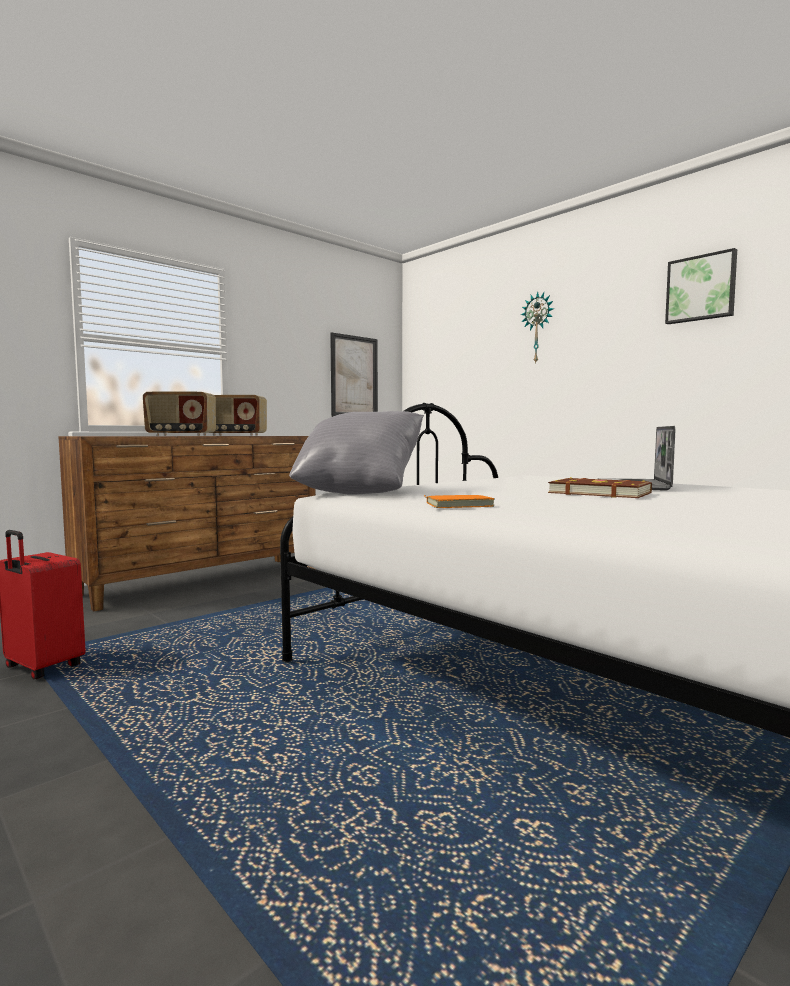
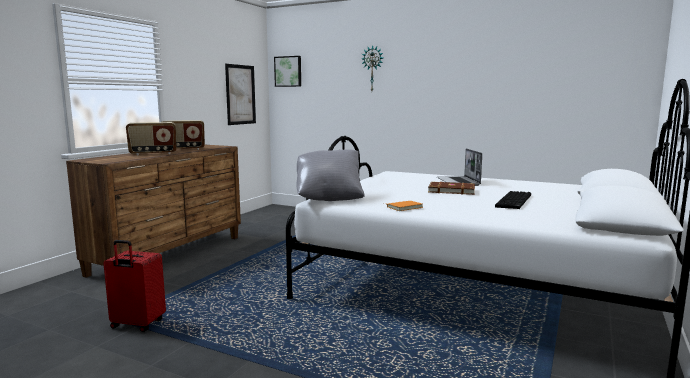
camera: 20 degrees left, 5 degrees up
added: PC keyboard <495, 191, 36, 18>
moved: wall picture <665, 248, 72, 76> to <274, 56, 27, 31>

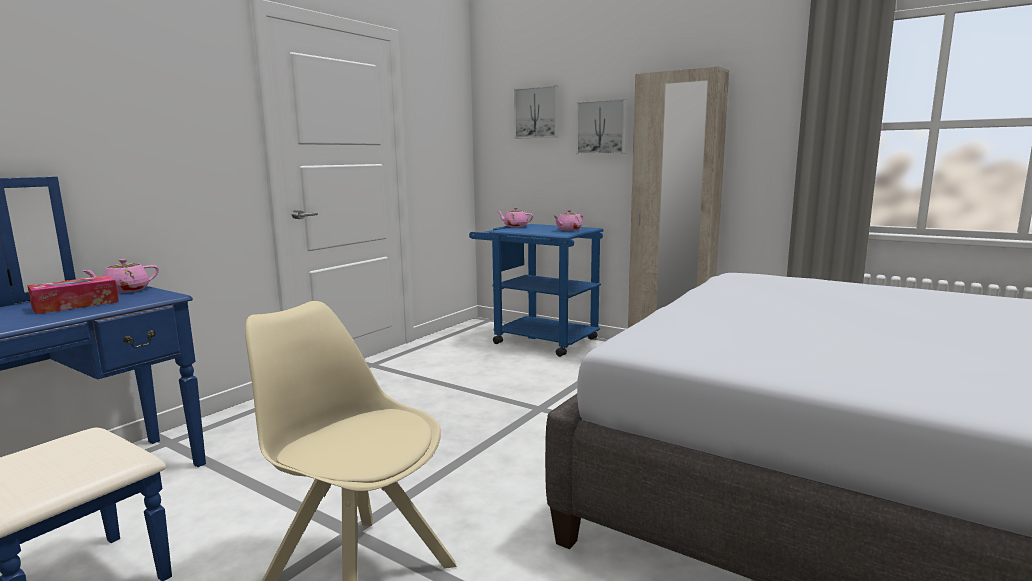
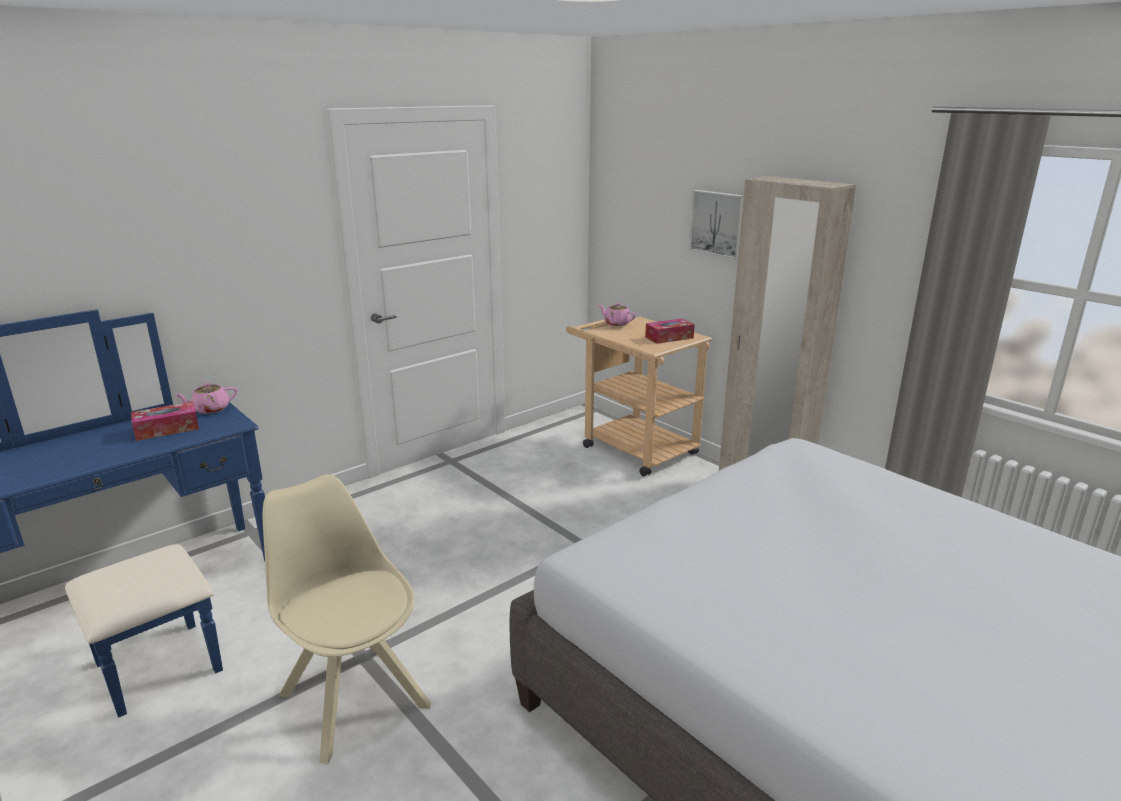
camera: 15 degrees right, 10 degrees up
removed: wall picture <514, 85, 45, 54>
replaced: pot for tea in pink <554, 210, 29, 21> to tissue holder <645, 318, 50, 26>
recoloured: cart in bluish <469, 224, 134, 133> to cart in beige <566, 317, 146, 159>

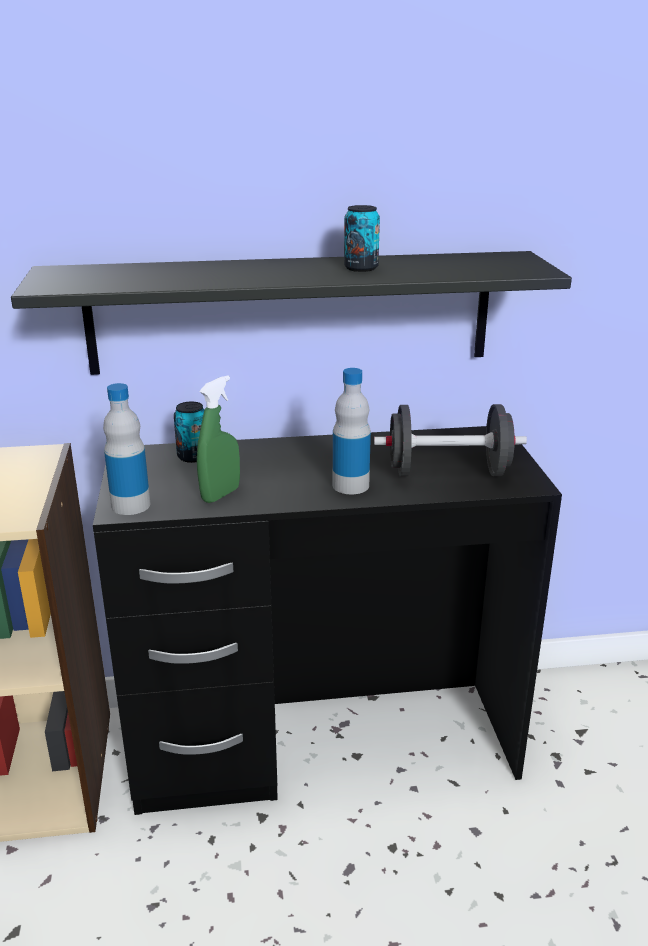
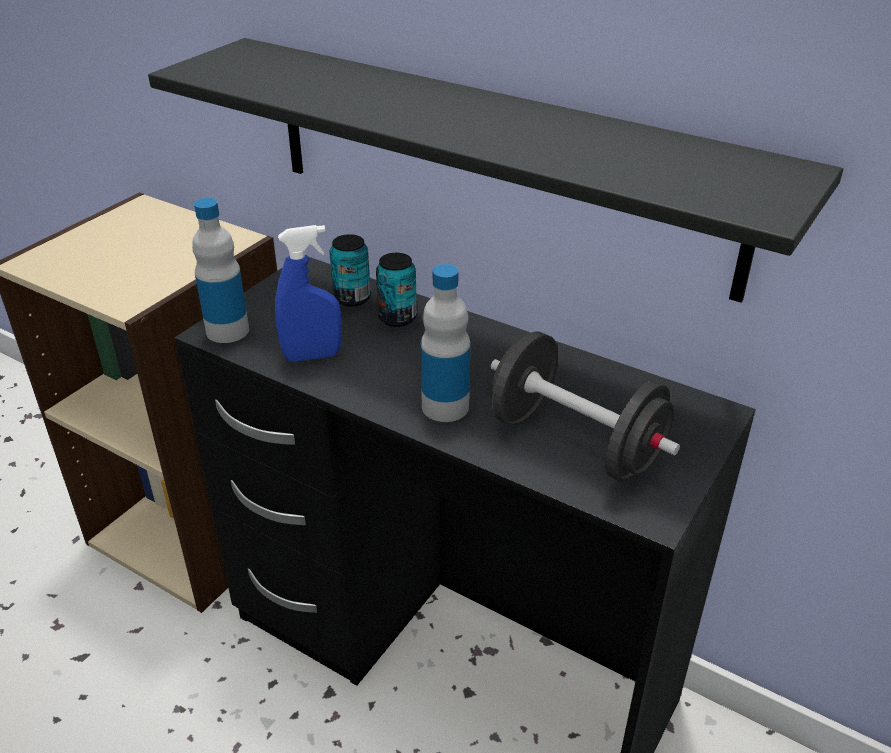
camera: 40 degrees right, 10 degrees up
moved: sealed can <344, 205, 36, 67> to <376, 253, 41, 74>
recoloured: hand sprayer in green-coloured <197, 375, 43, 128> to hand sprayer in bluish <275, 225, 67, 137>

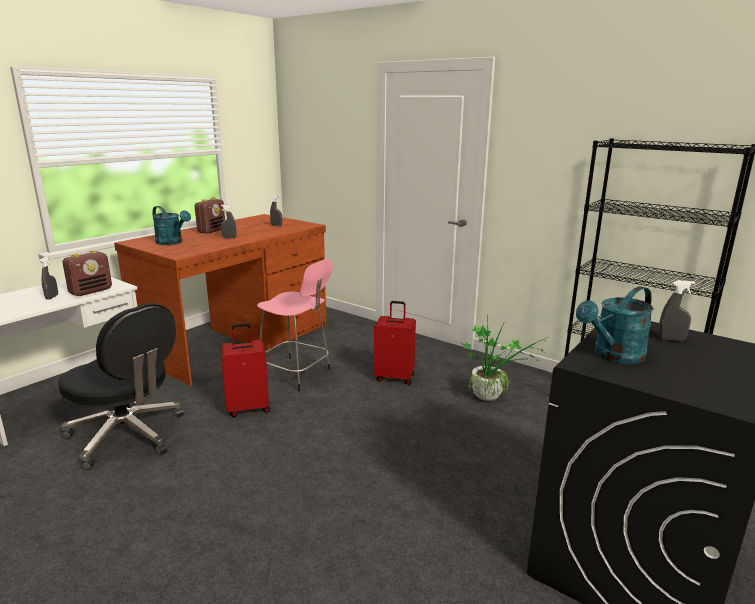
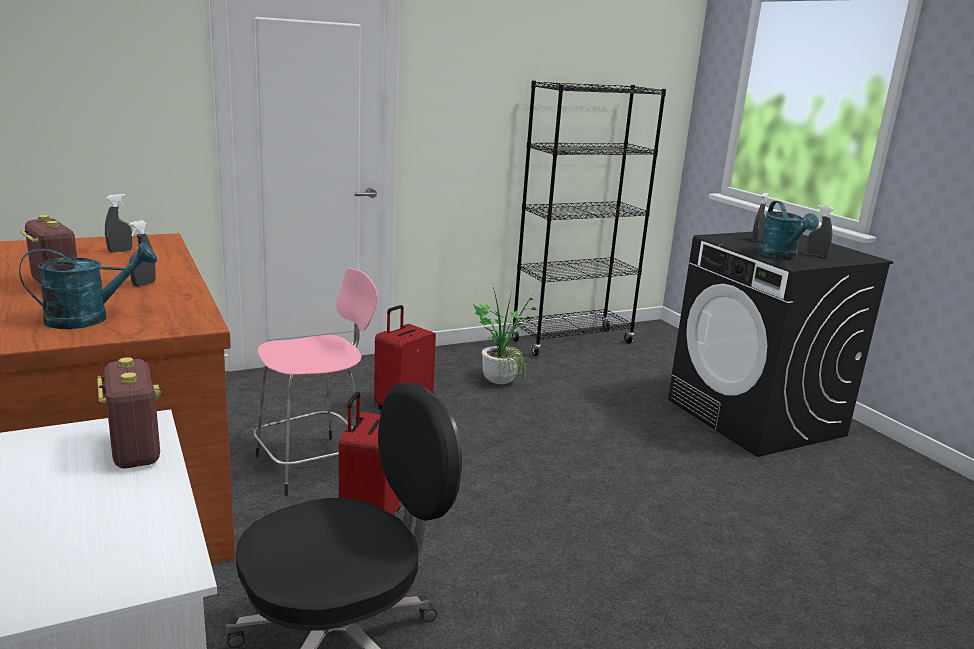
camera: 65 degrees left, 0 degrees up
moved: hand sprayer in greyish <40, 256, 18, 44> to <806, 205, 28, 52>

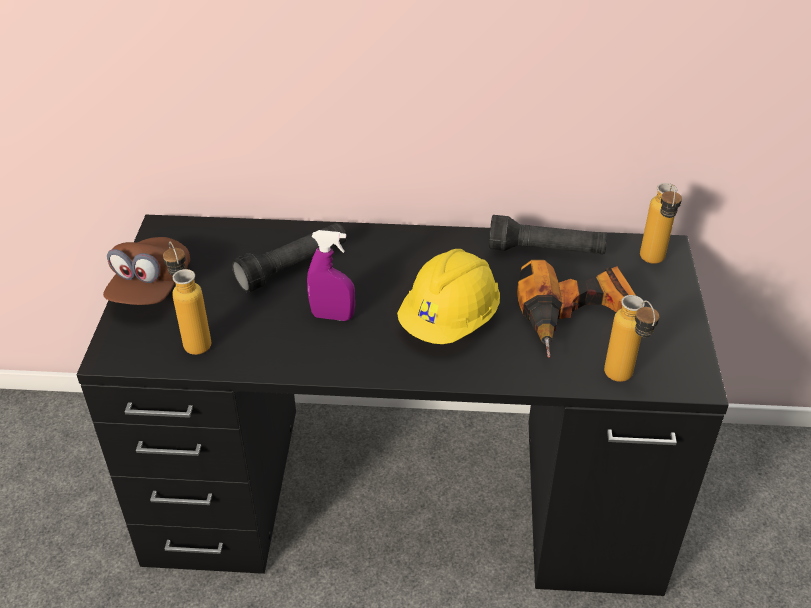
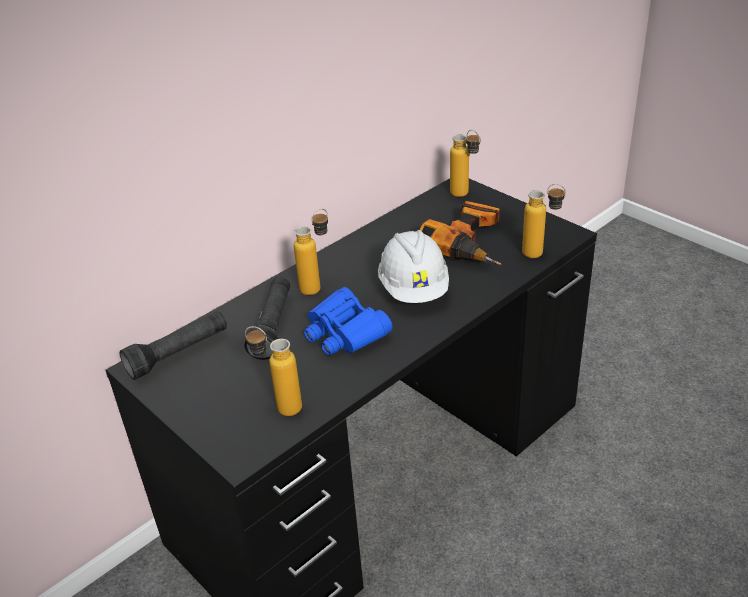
camera: 45 degrees left, 5 degrees down
removed: cap in brownish <103, 237, 87, 68>
added: drink bottle <294, 209, 34, 86>
moved: flashlight in black <489, 215, 118, 39> to <119, 312, 108, 68>
replaced: hand sprayer in purple-coloured <307, 230, 48, 91> to binoculars in bluish <304, 287, 89, 69>
recoloured: safety helmet in yellow-coloured <397, 249, 103, 95> to safety helmet in whitish <378, 230, 71, 73>

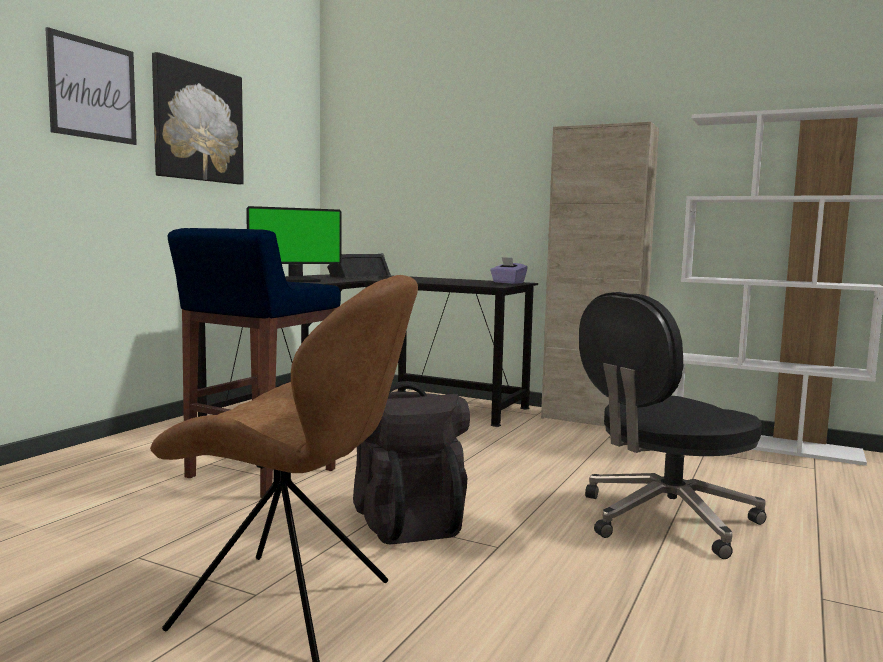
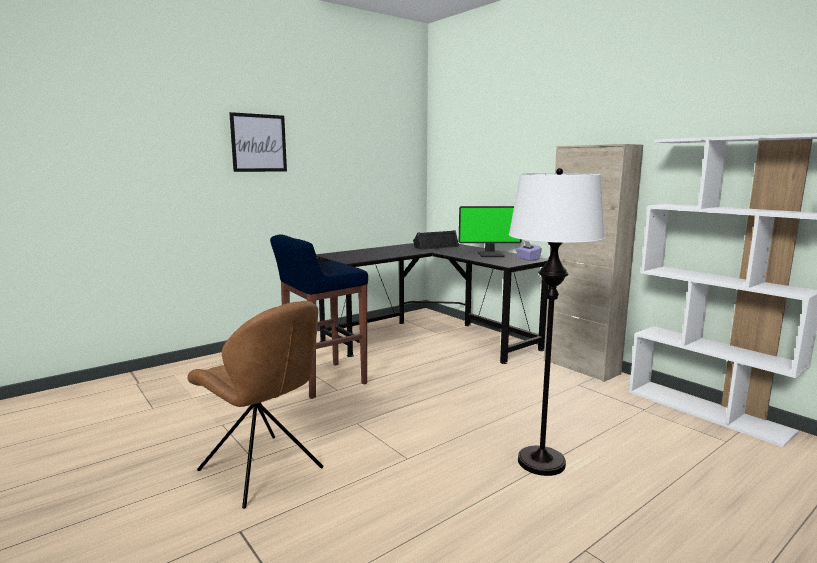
camera: 25 degrees right, 5 degrees up
removed: wall picture <152, 52, 92, 132>; knapsack in black <353, 381, 117, 163>
moved: monitor <246, 206, 96, 76> to <459, 206, 63, 51>
replaced: office chair in black <579, 292, 187, 267> to floor lamp in whitish <509, 168, 96, 308>

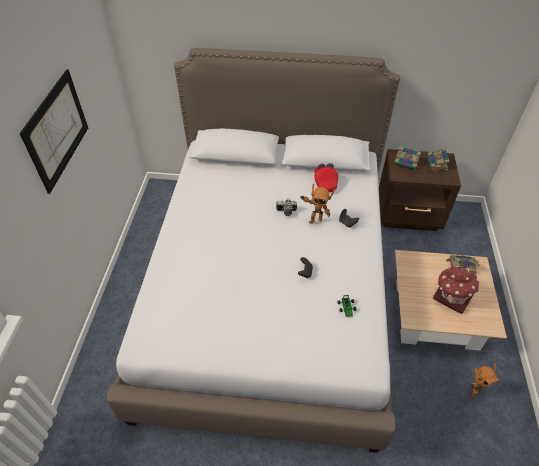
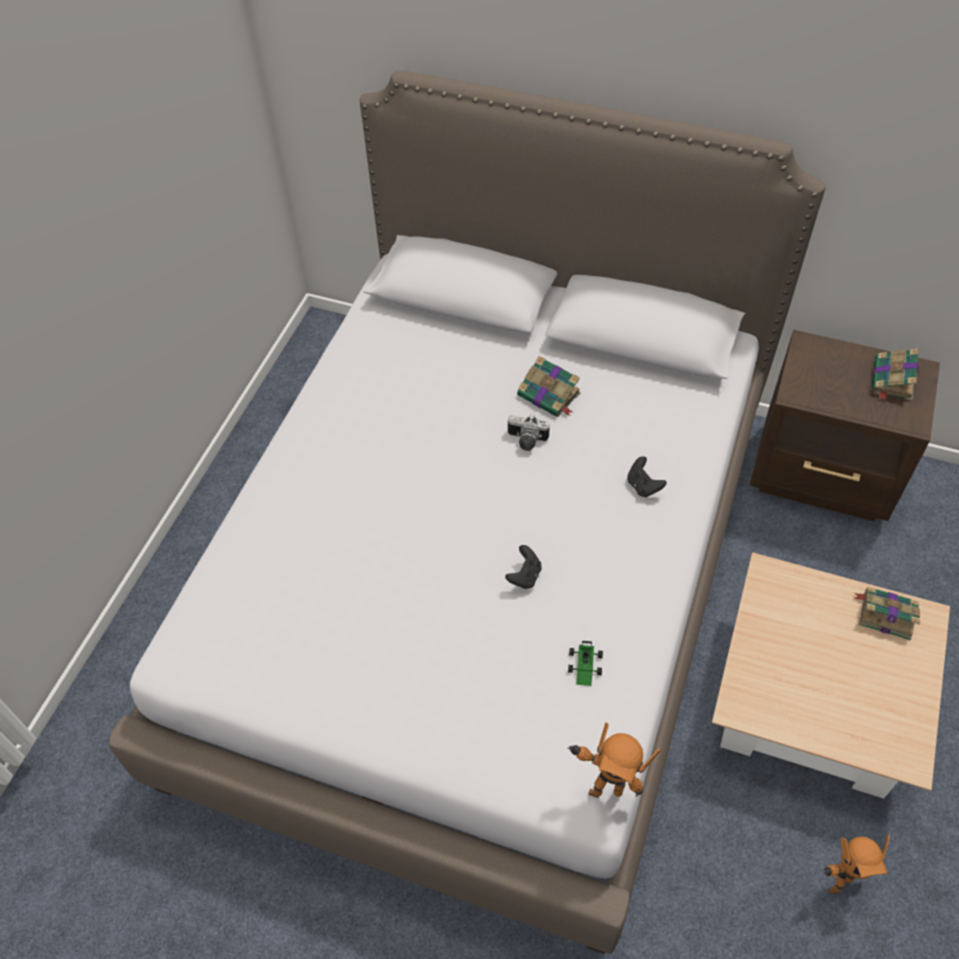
camera: 15 degrees right, 5 degrees up
removed: wall picture <19, 69, 69, 125>; cap in red <315, 163, 23, 29>; toy house <433, 266, 46, 48>
moved: model robot <300, 184, 35, 40> to <567, 723, 94, 75>; book <394, 146, 27, 24> to <517, 356, 64, 61>

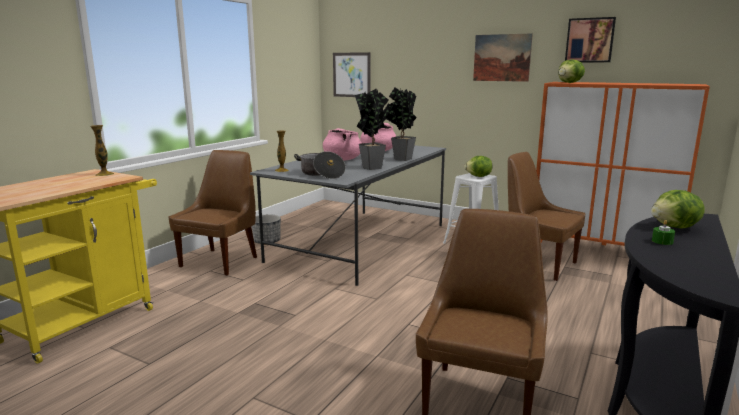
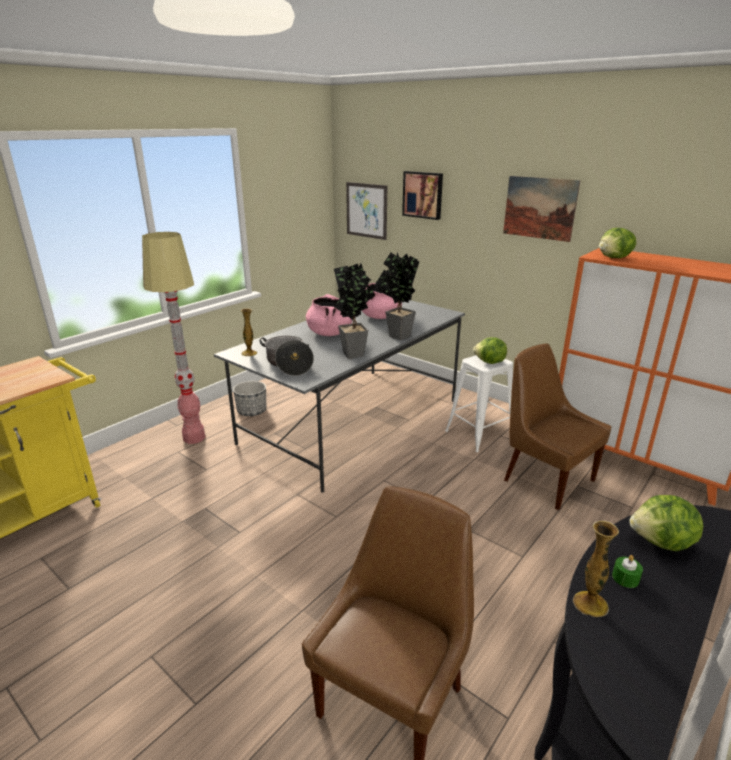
camera: 10 degrees right, 10 degrees up
moved: vase <90, 125, 24, 51> to <573, 521, 46, 96>; wall picture <565, 17, 51, 45> to <402, 171, 41, 49>
replaced: plain chair in brownish <169, 150, 88, 126> to floor lamp <142, 232, 64, 212>

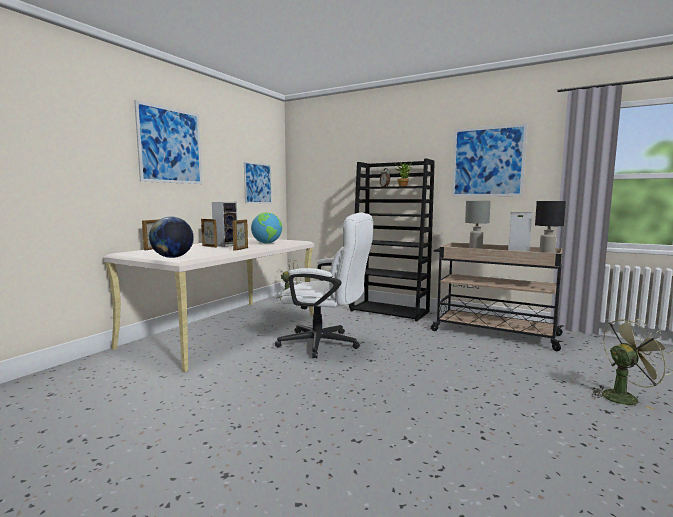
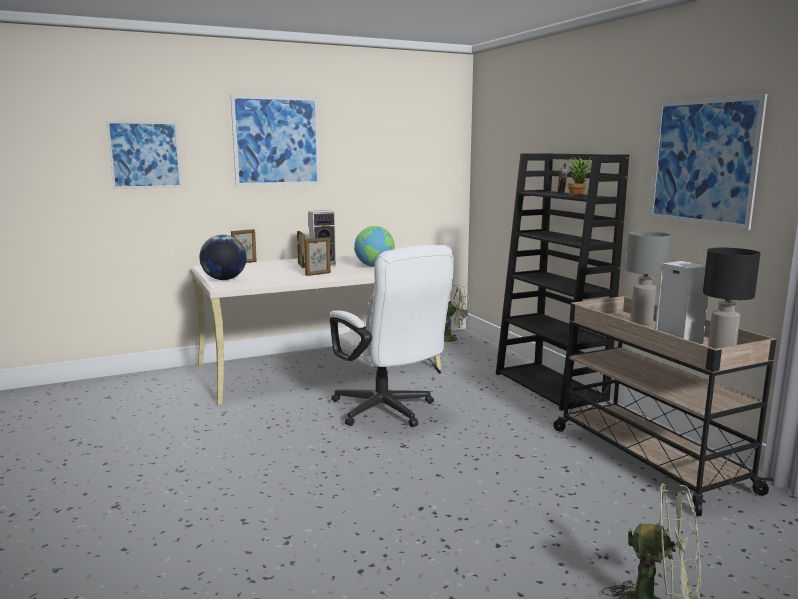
camera: 35 degrees right, 5 degrees up
moved: wall picture <244, 162, 28, 42> to <106, 121, 76, 68>

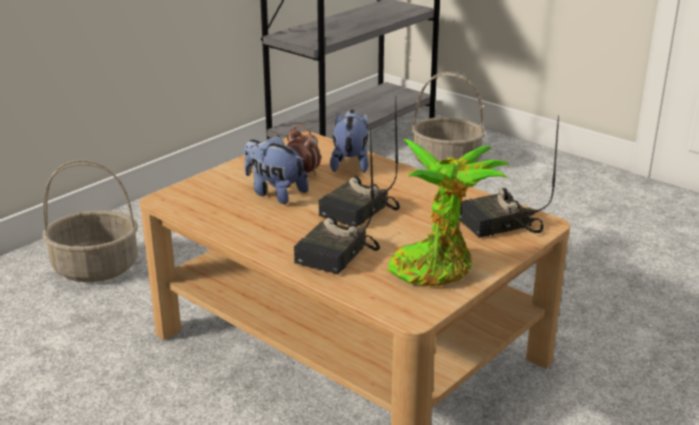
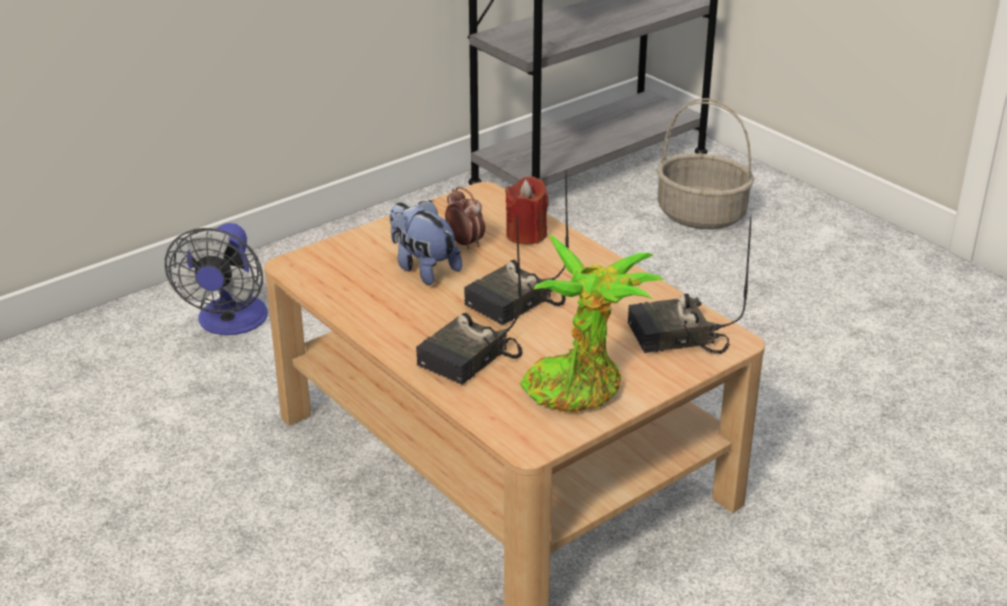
camera: 10 degrees right, 5 degrees up
replaced: household basket <43, 160, 95, 122> to fan <165, 223, 103, 112>; cuddly toy <330, 110, 39, 63> to candle in red <505, 176, 43, 68>

